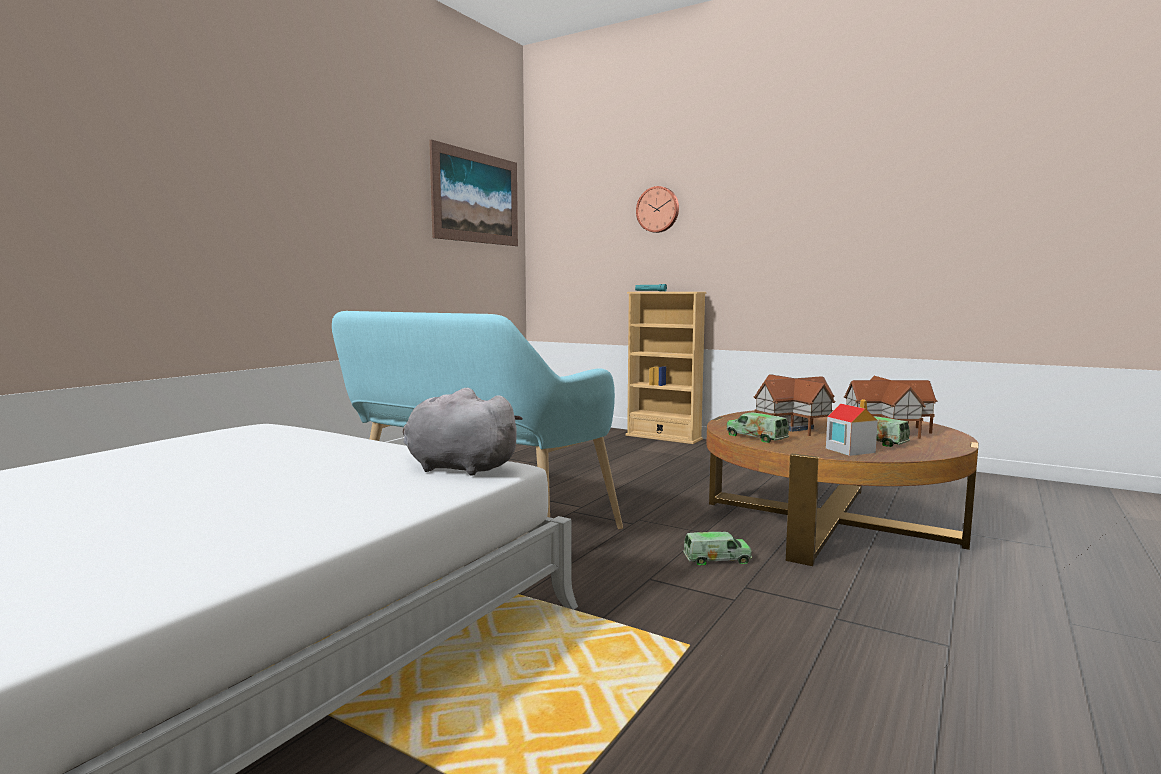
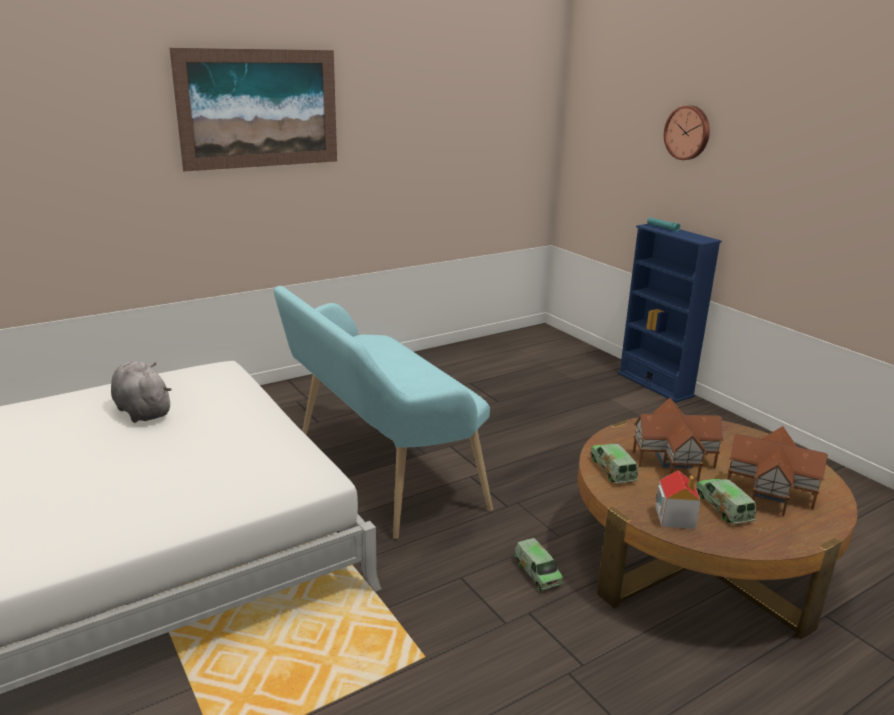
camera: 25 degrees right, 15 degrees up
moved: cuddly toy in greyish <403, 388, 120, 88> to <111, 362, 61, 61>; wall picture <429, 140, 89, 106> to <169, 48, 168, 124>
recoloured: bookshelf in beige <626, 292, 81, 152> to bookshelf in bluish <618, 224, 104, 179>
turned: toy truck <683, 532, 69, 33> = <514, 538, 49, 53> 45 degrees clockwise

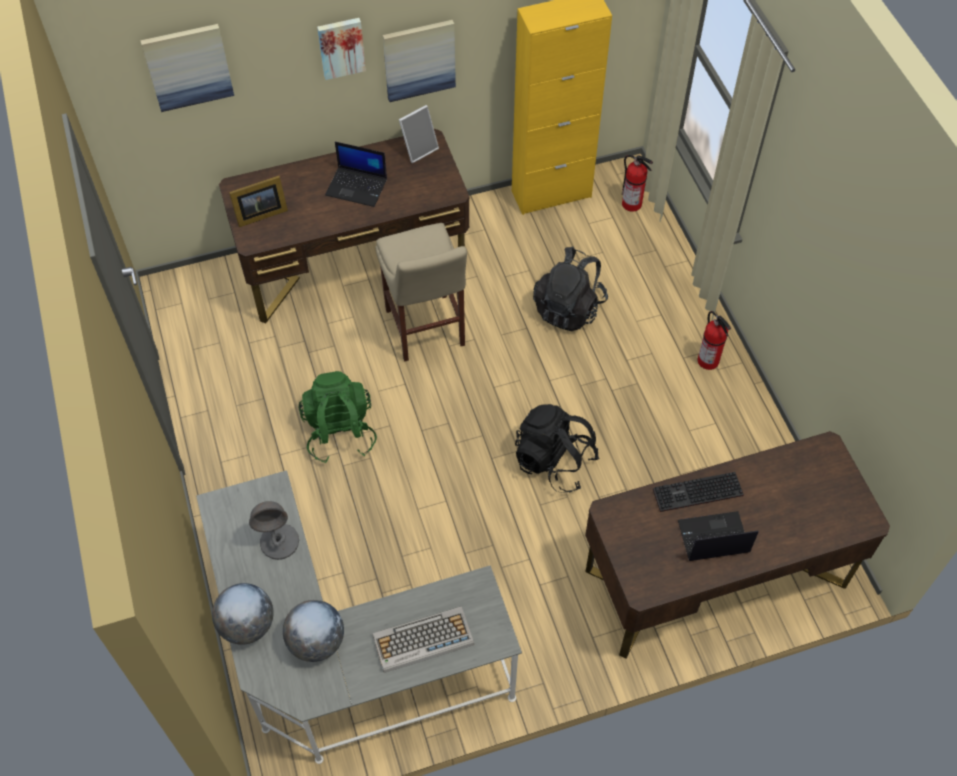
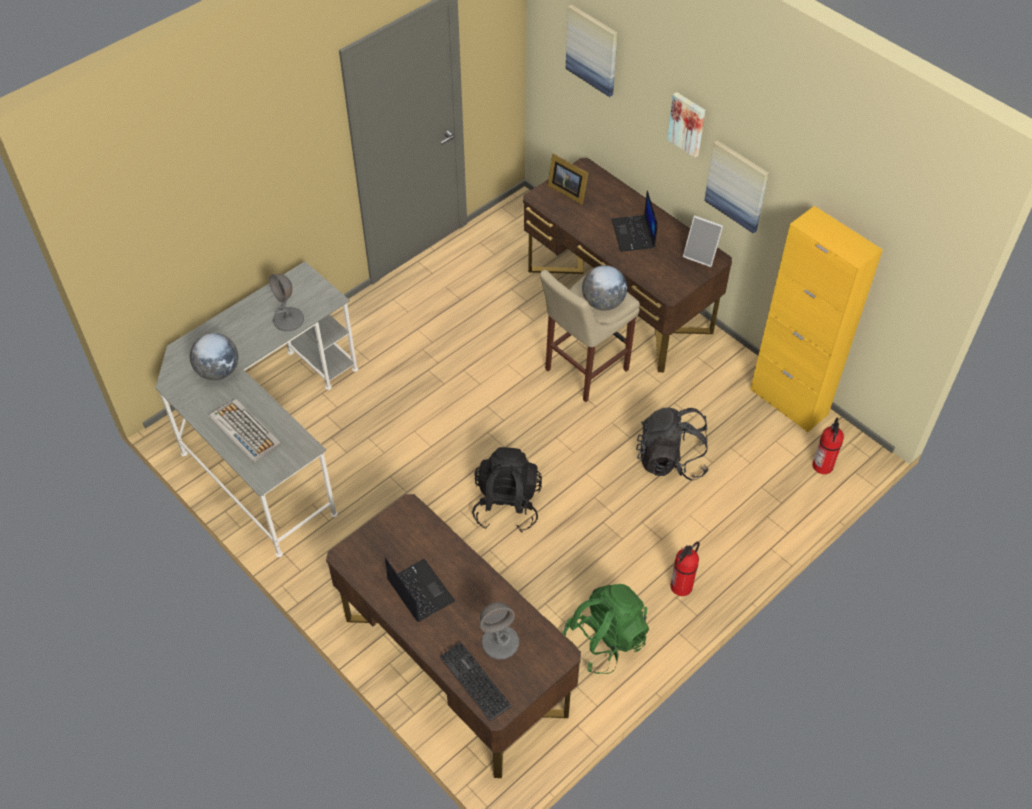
camera: 65 degrees right, 5 degrees down
added: tabletop lamp in greyish <480, 602, 39, 58>
moved: desk globe <212, 583, 61, 62> to <582, 265, 45, 46>; knapsack in green-coloured <299, 371, 78, 92> to <563, 584, 86, 90>; PC keyboard <653, 472, 91, 40> to <440, 642, 72, 80>

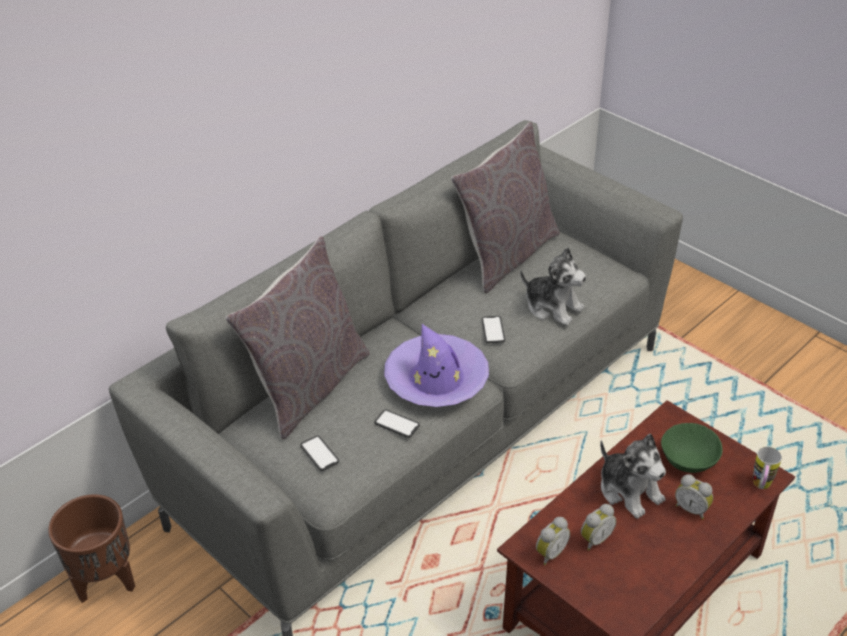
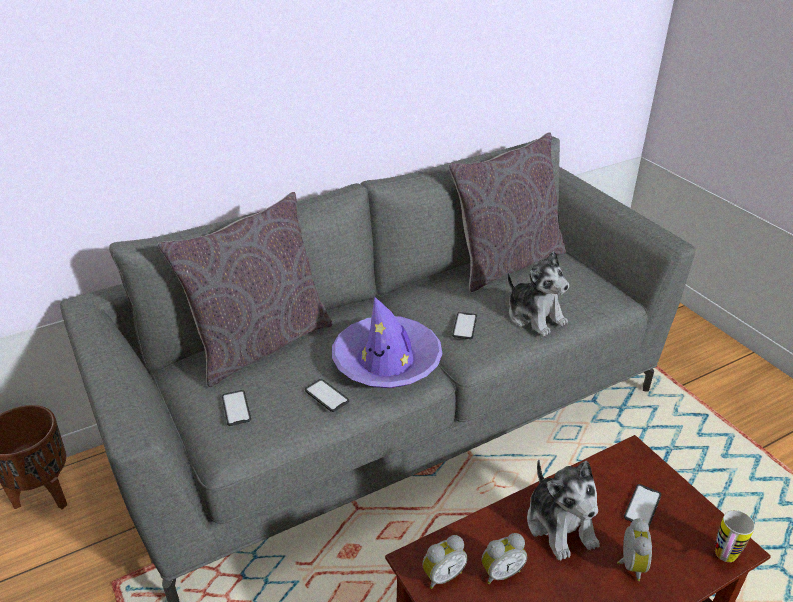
camera: 15 degrees right, 5 degrees down
replaced: serving bowl in green-coloured <661, 423, 62, 50> to handset <624, 484, 37, 43>
turned: bedside clock <675, 474, 38, 46> = <617, 518, 35, 63> 135 degrees counterclockwise

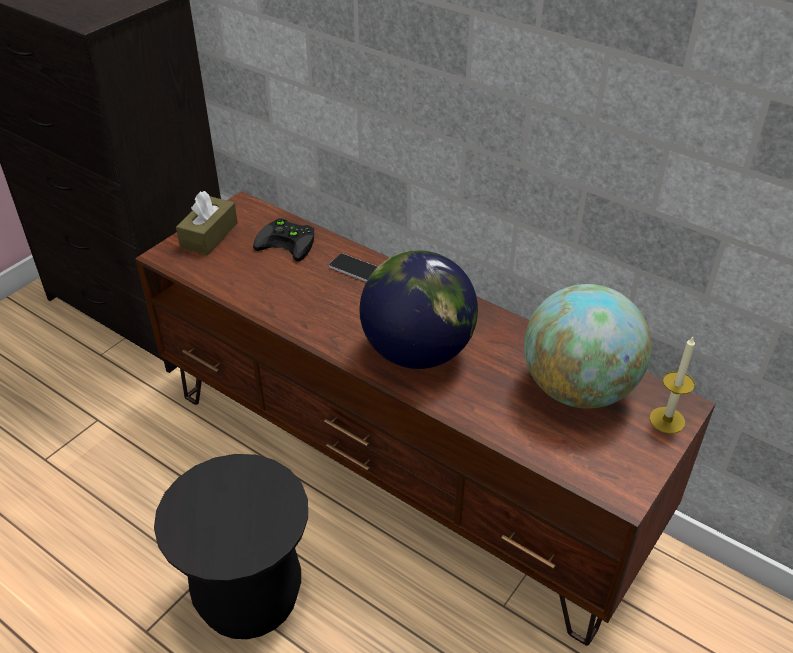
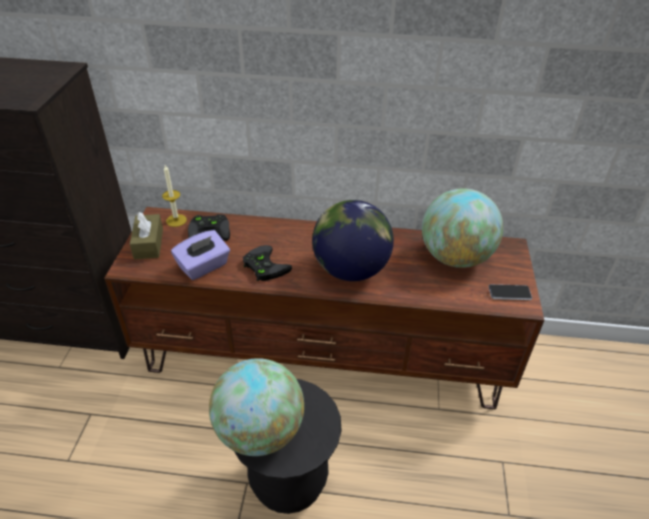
camera: 30 degrees left, 0 degrees up
added: tissue holder in purple-coloured <171, 230, 59, 50>; desk globe <209, 358, 95, 98>; gamepad in black <243, 245, 49, 36>
moved: handset <328, 253, 49, 29> to <488, 284, 44, 16>; candle <649, 337, 46, 97> to <162, 165, 25, 62>

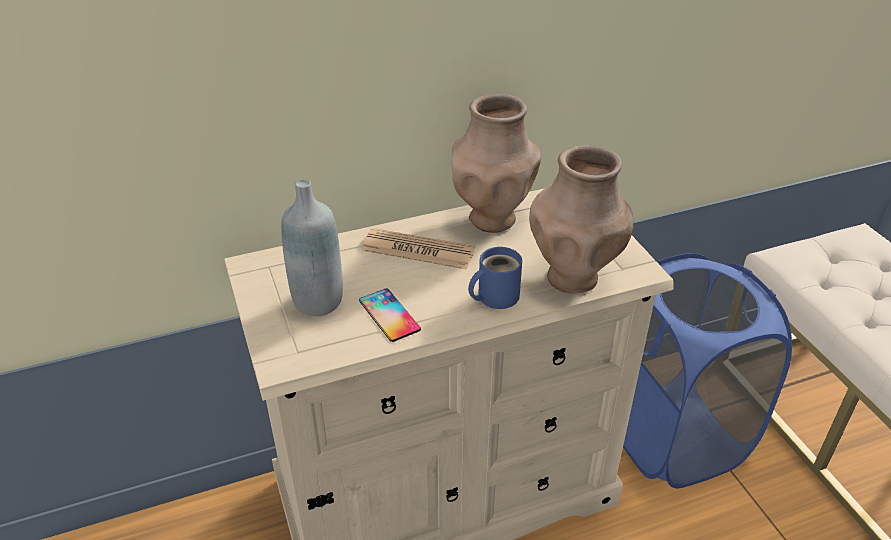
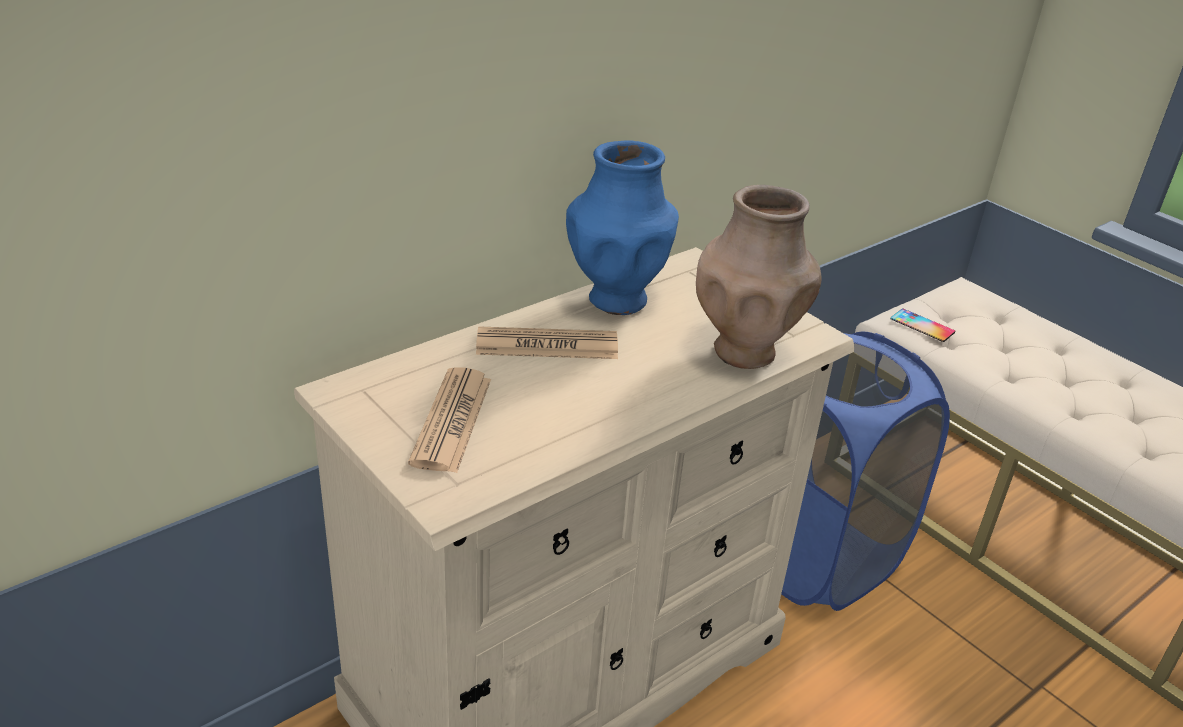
camera: 20 degrees left, 5 degrees down
removed: coffee mug in bluish <468, 247, 54, 62>
moved: handset <359, 288, 62, 54> to <891, 308, 64, 34>
replaced: drink bottle in greyish <281, 179, 62, 137> to printed paper <408, 368, 83, 105>
recoloured: vase in brownish <451, 94, 90, 139> to vase in bluish <566, 140, 113, 175>

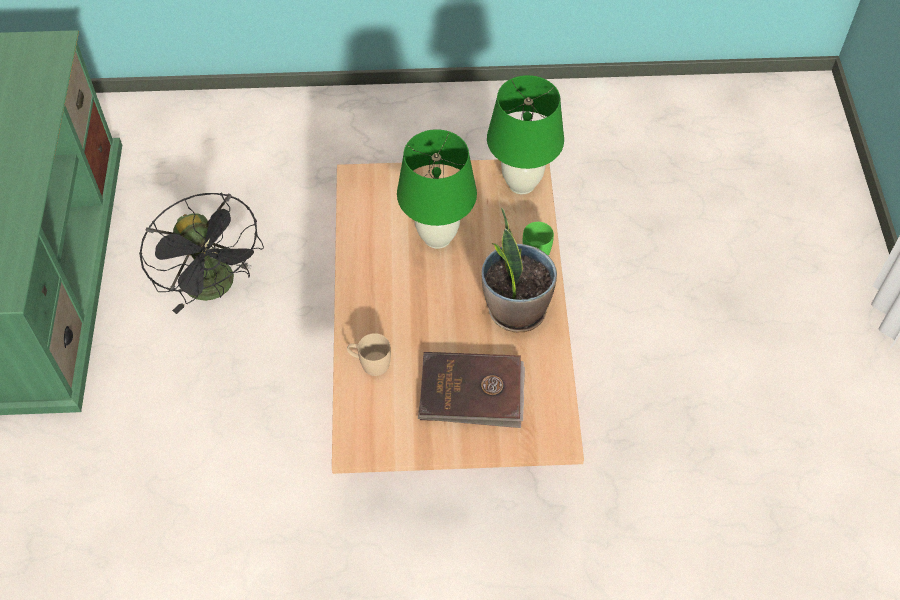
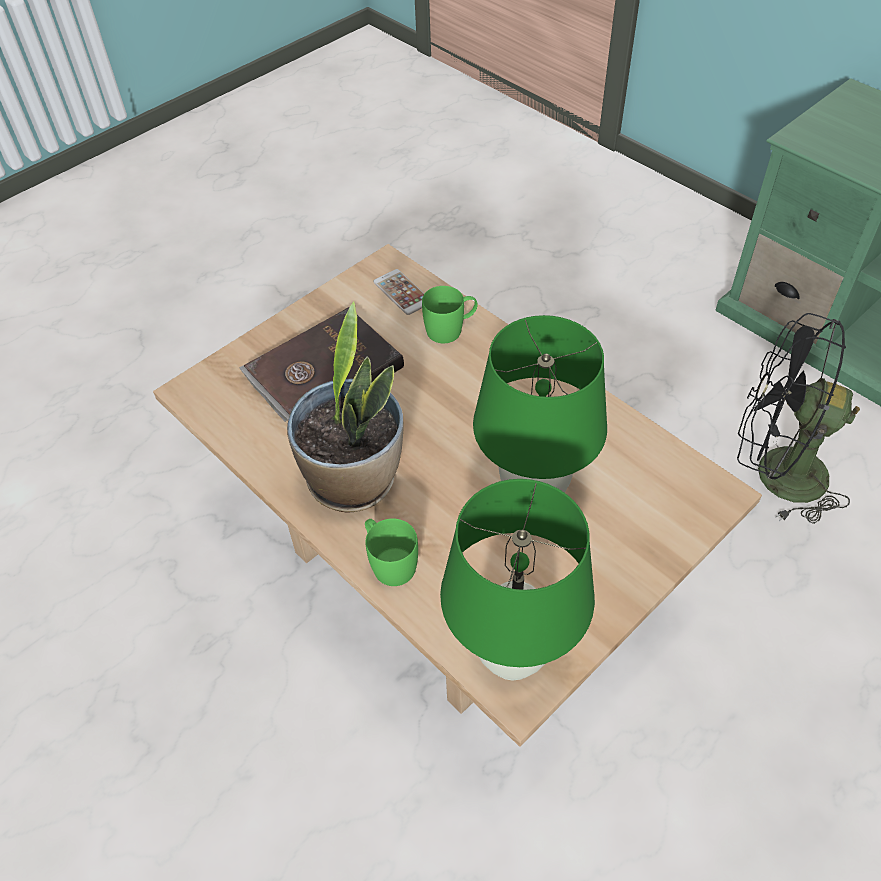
camera: 140 degrees right, 5 degrees down
added: handset <373, 269, 52, 46>
recoloured: coffee mug in beige <347, 333, 44, 43> to coffee mug in green-coloured <422, 286, 56, 57>

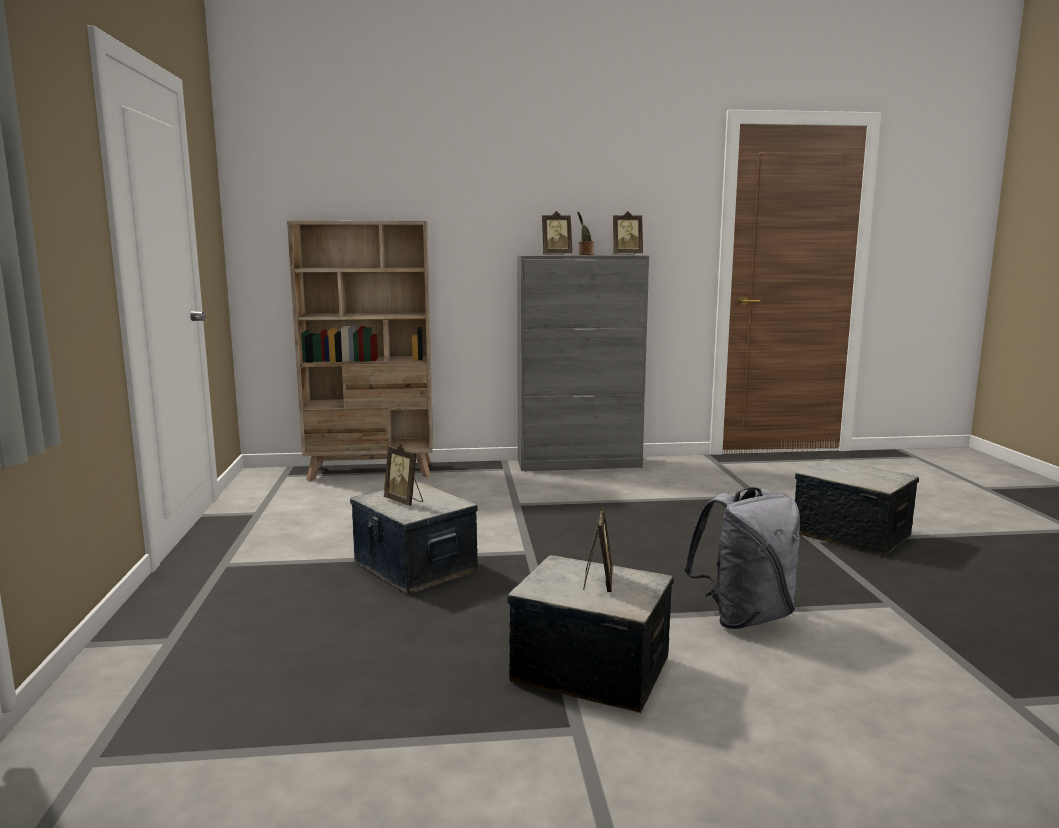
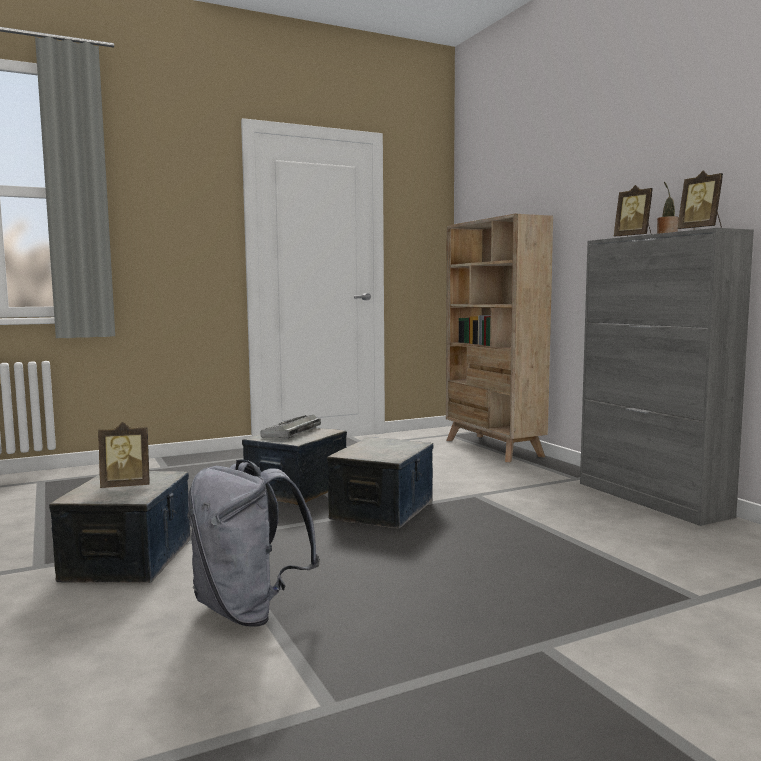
camera: 70 degrees right, 5 degrees down
moved: storage bin <795, 459, 124, 98> to <327, 437, 106, 92>
replaced: photo frame <384, 444, 39, 62> to PC keyboard <260, 415, 61, 24>

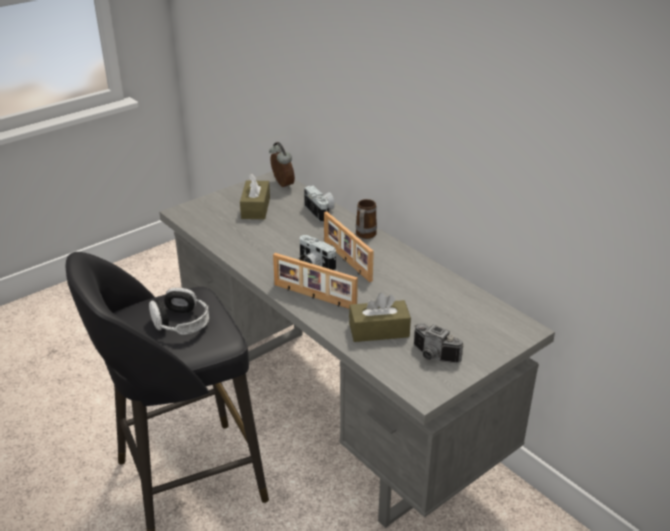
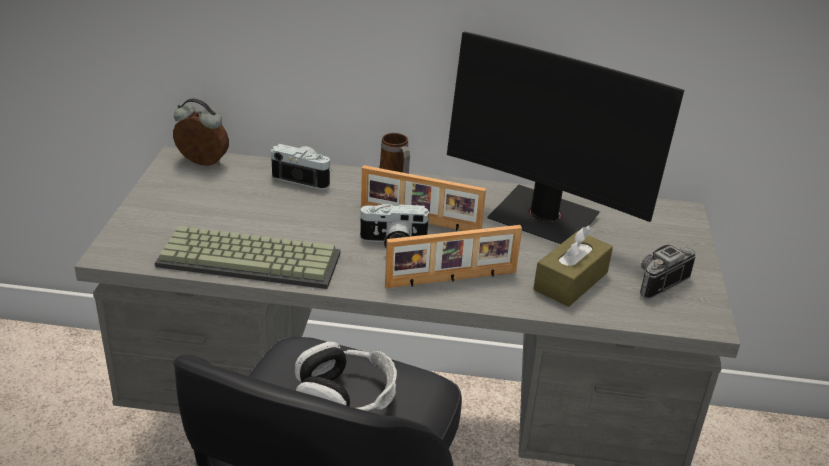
camera: 45 degrees left, 0 degrees up
removed: tissue holder in brownish <240, 173, 30, 46>
added: PC keyboard <155, 226, 186, 63>; monitor <447, 32, 237, 212>
turned: photo camera <414, 323, 50, 40> = <640, 245, 56, 54> 150 degrees clockwise

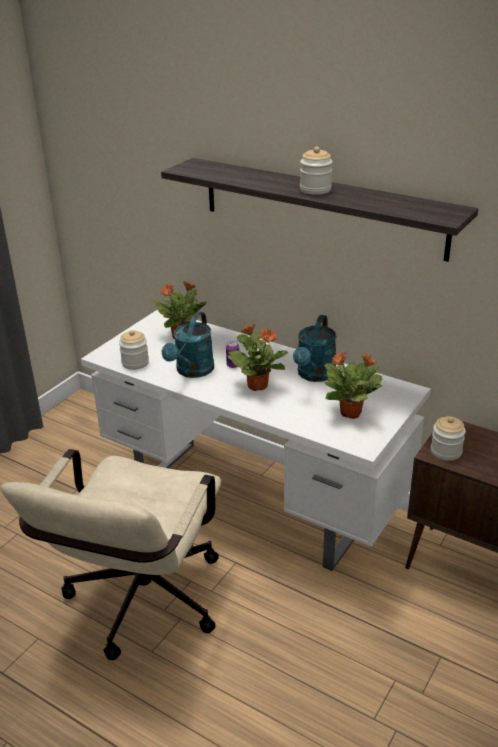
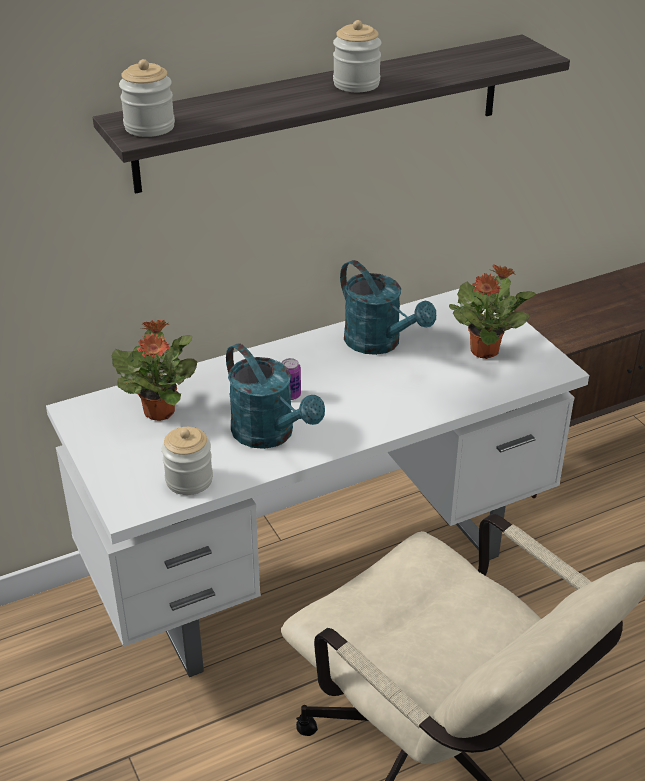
camera: 60 degrees left, 5 degrees up
removed: plant in a pot <227, 324, 61, 67>
moved: preserve jar <431, 416, 35, 45> to <119, 59, 56, 78>

